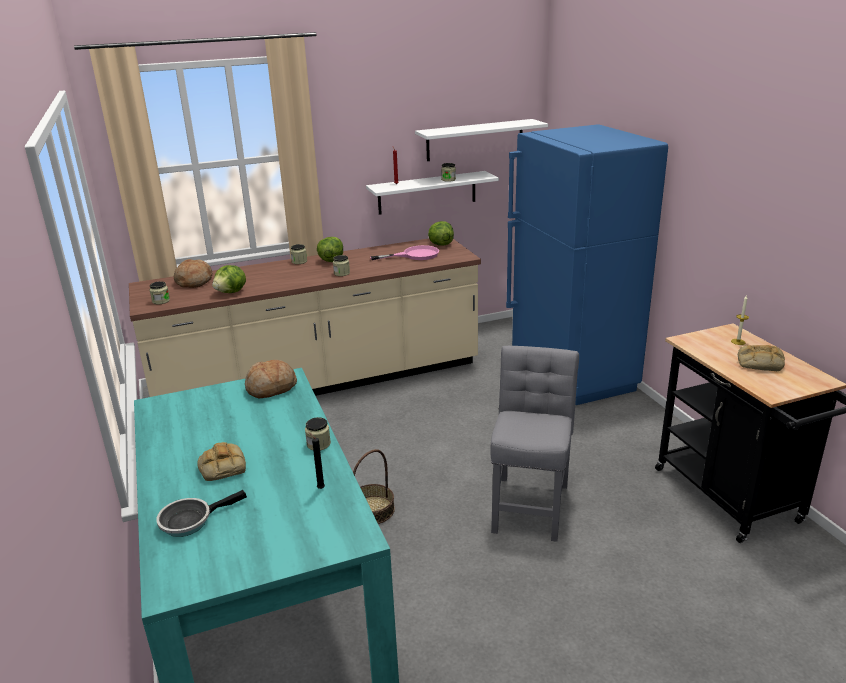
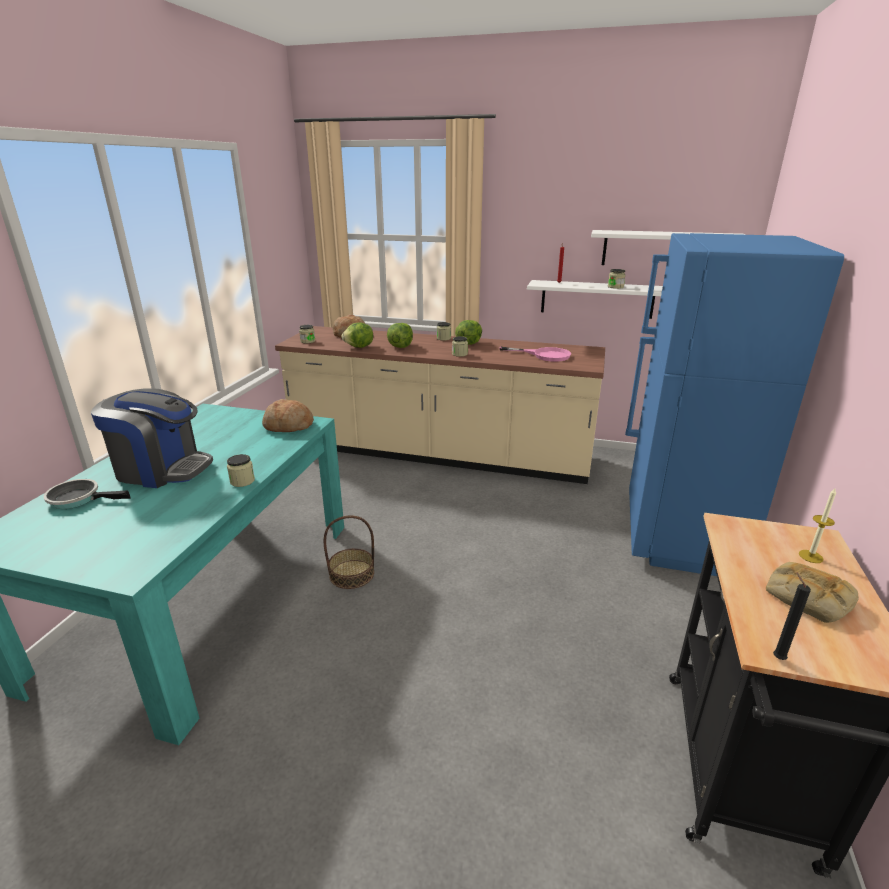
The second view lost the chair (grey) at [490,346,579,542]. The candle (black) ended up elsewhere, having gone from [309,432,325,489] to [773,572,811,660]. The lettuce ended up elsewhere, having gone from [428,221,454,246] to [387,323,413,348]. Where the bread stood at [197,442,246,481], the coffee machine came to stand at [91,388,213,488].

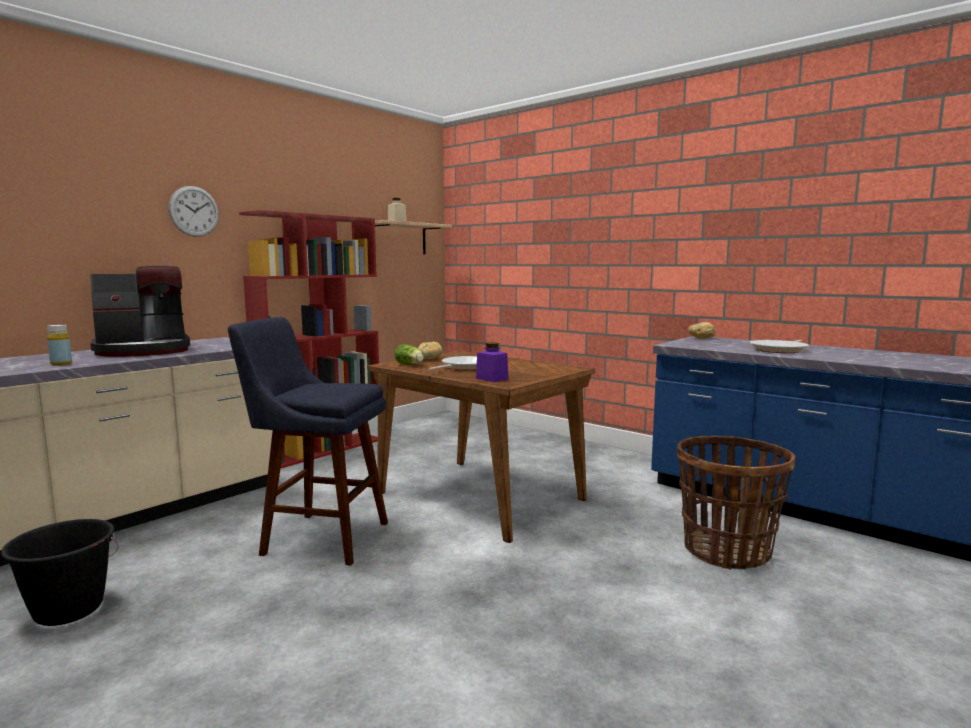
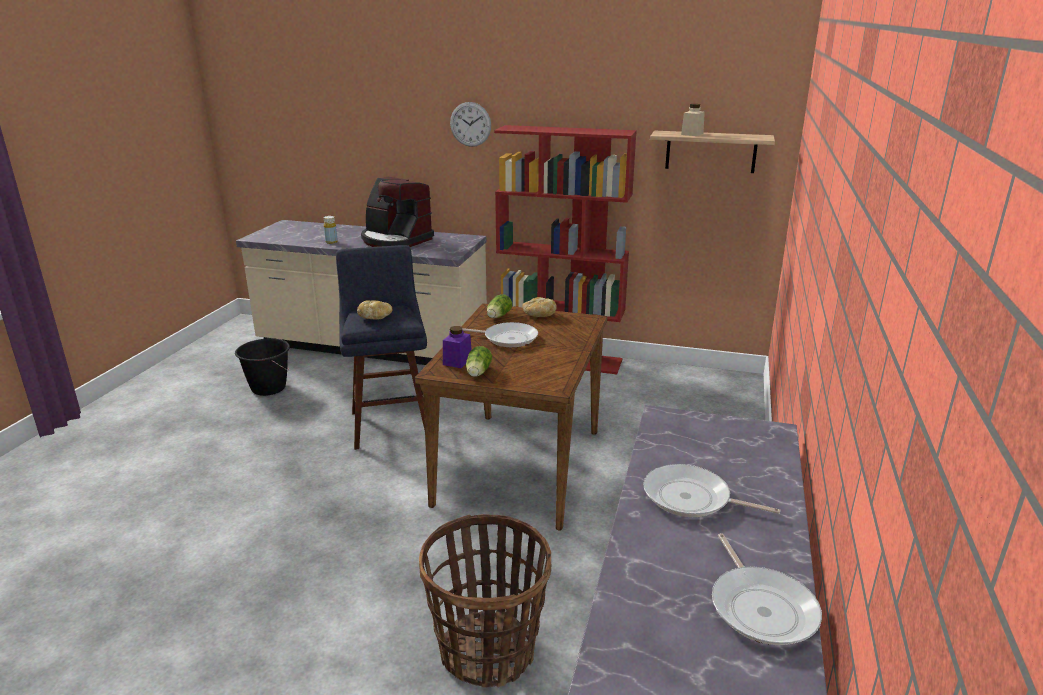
The second view gained the lettuce at [466,346,492,377]. The second view gained the frying pan at [712,533,822,645]. The bread ended up elsewhere, having gone from [688,322,716,339] to [357,300,392,320].

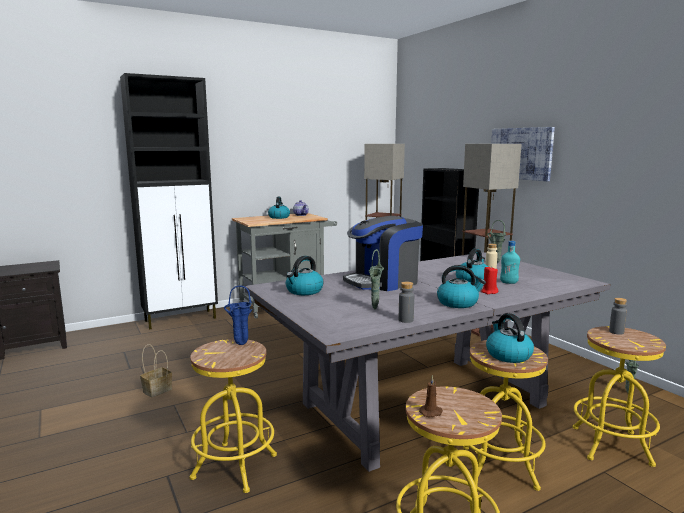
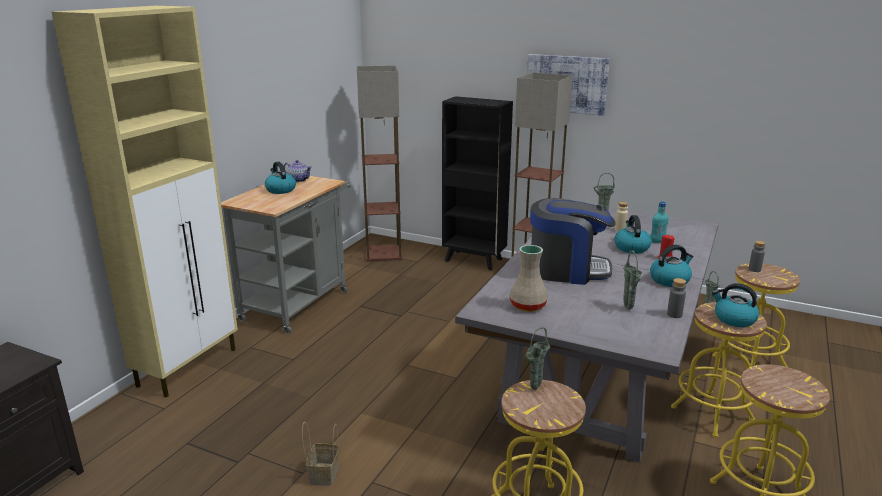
The second view lost the candle (brown) at [419,375,443,417]. Where the kettle stood at [286,256,323,295], the vase (beige) came to stand at [509,245,548,312]. What was the cabinet (black) at [120,73,218,330] turned into the cabinet (beige) at [52,6,238,397]. What was the vase (blue) at [224,286,252,345] turned into the vase (green) at [525,327,550,390]. The coffee machine at [343,216,423,291] ended up facing another way, 105 degrees counterclockwise from before.

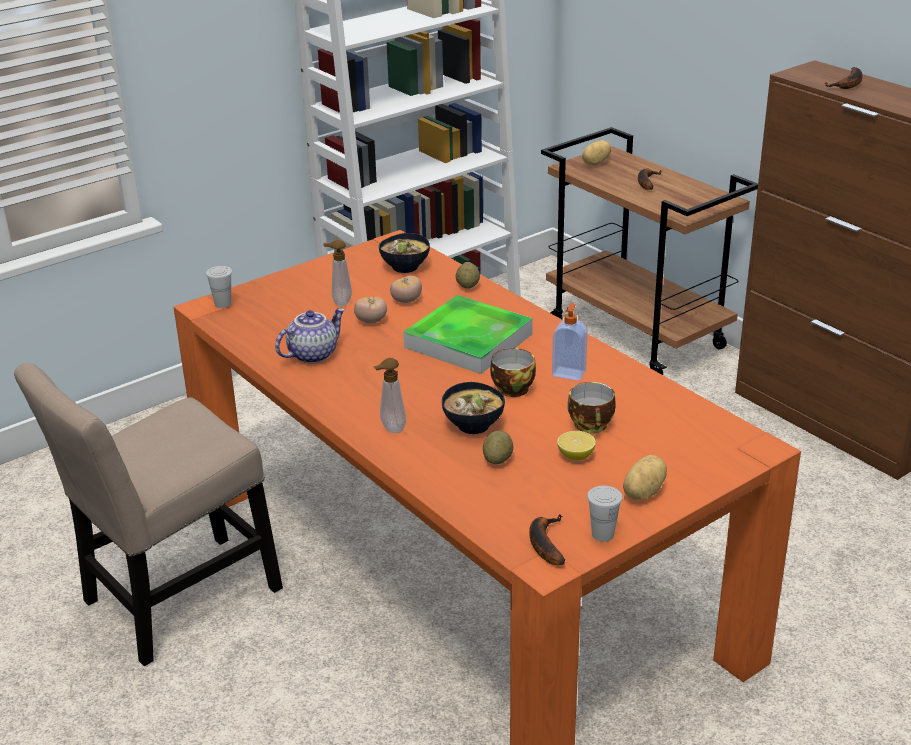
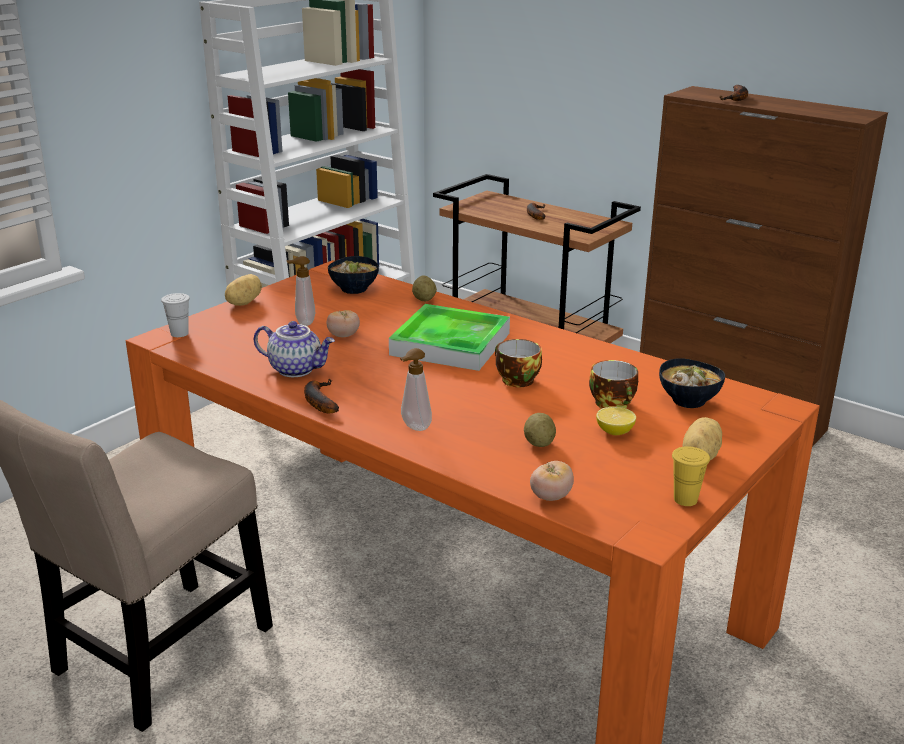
The second view lost the soap dispenser at [552,303,588,381]. The tomato ended up elsewhere, having gone from [390,276,422,303] to [530,461,574,501]. The bowl ended up elsewhere, having gone from [442,382,505,434] to [659,358,725,408]. The banana ended up elsewhere, having gone from [529,514,565,565] to [304,379,339,413]. The potato ended up elsewhere, having gone from [582,140,611,165] to [225,274,262,306]. What was the cup (white) at [587,486,623,542] turned into the cup (yellow) at [672,446,710,506]. The teapot at [275,308,345,363] ended up facing another way, 75 degrees clockwise from before.

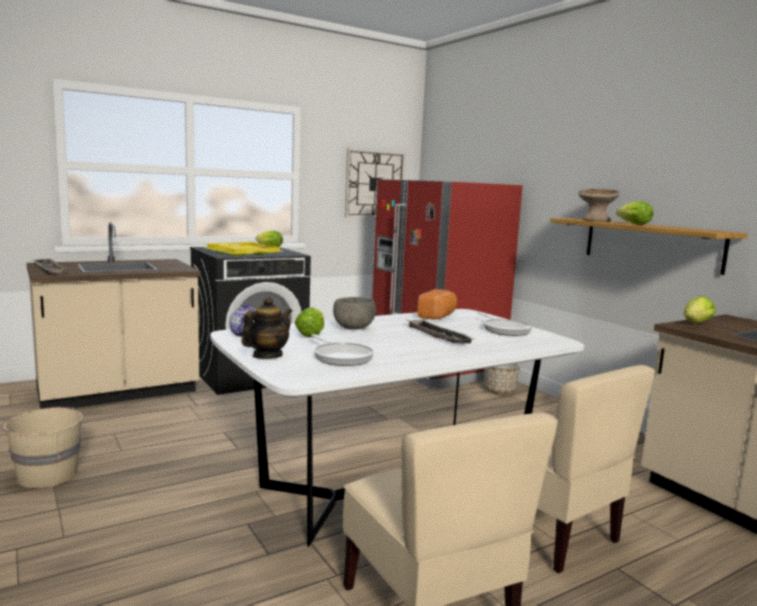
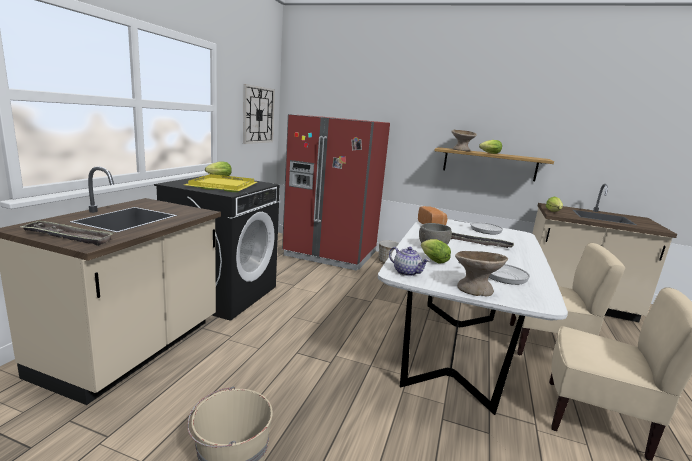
Where the teapot stood at [241,297,292,359], the bowl (beige) came to stand at [455,251,508,297].

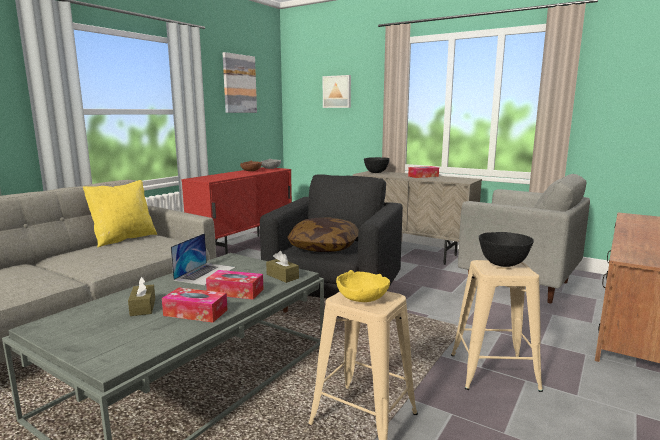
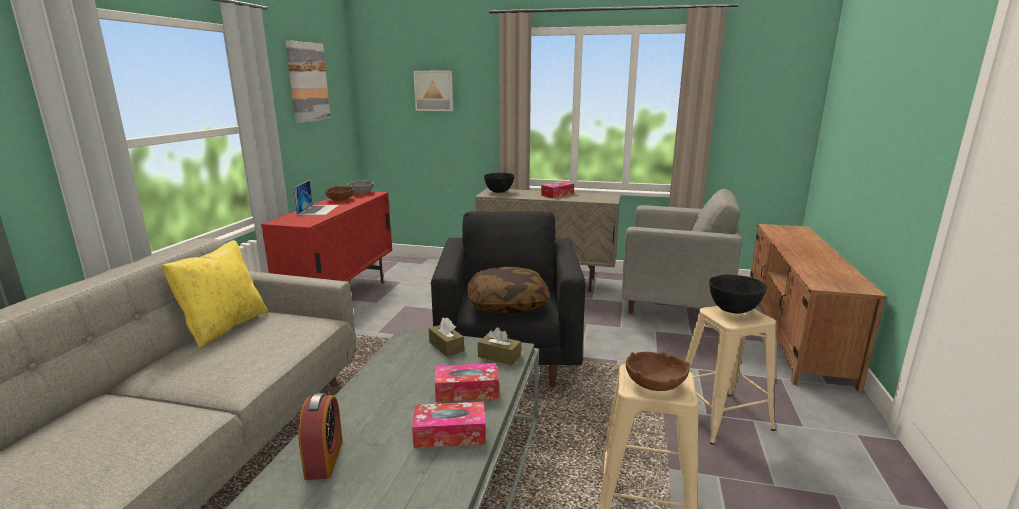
The second view gained the alarm clock at [298,393,343,480]. The tissue box (brown) ended up elsewhere, having gone from [128,277,155,316] to [429,317,464,357]. The laptop ended up elsewhere, having gone from [171,233,236,285] to [293,180,339,215]. What was the bowl (yellow) at [336,270,390,302] turned into the bowl (brown) at [626,352,690,391].

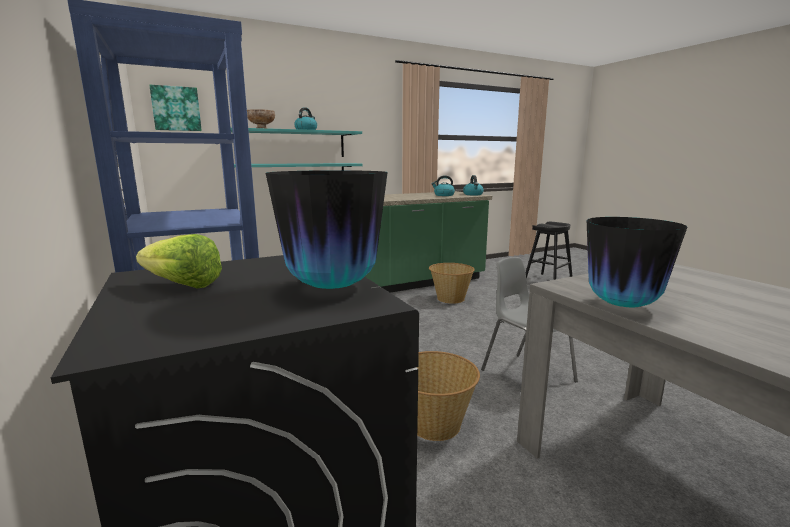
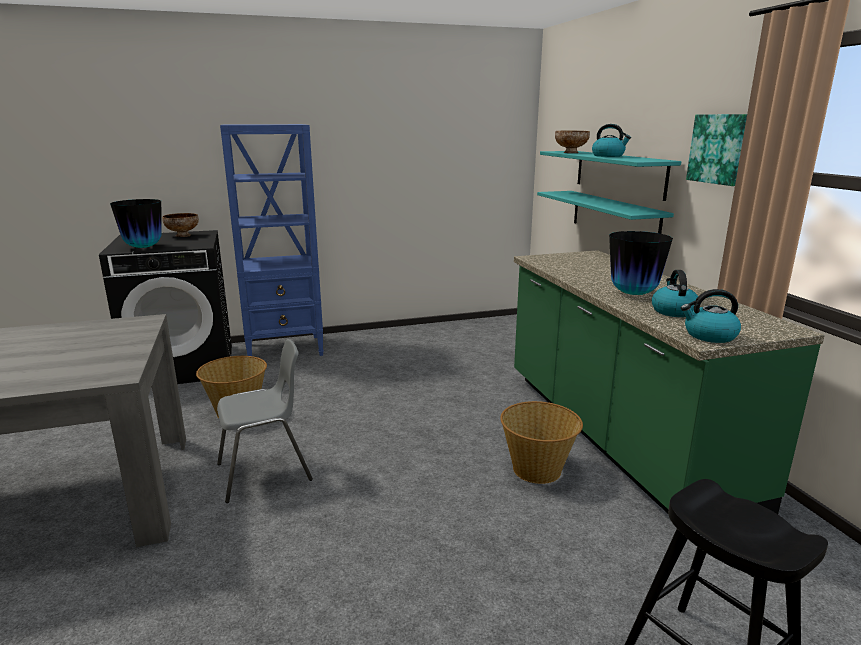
The picture ended up elsewhere, having gone from [149,85,202,131] to [686,114,747,186]. The vase ended up elsewhere, having gone from [587,217,687,307] to [609,231,673,295]. Where the lettuce stood at [136,234,222,288], the bowl came to stand at [162,213,199,237].

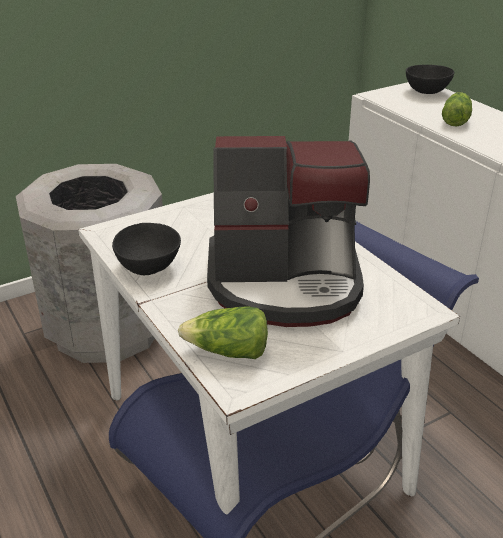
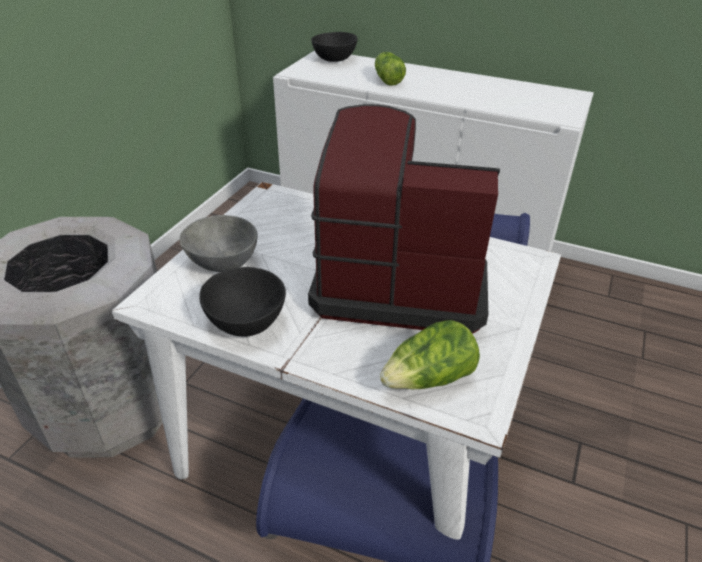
The second view gained the bowl (grey) at [180,215,258,272]. The coffee machine at [207,136,370,327] ended up facing another way, 135 degrees counterclockwise from before.

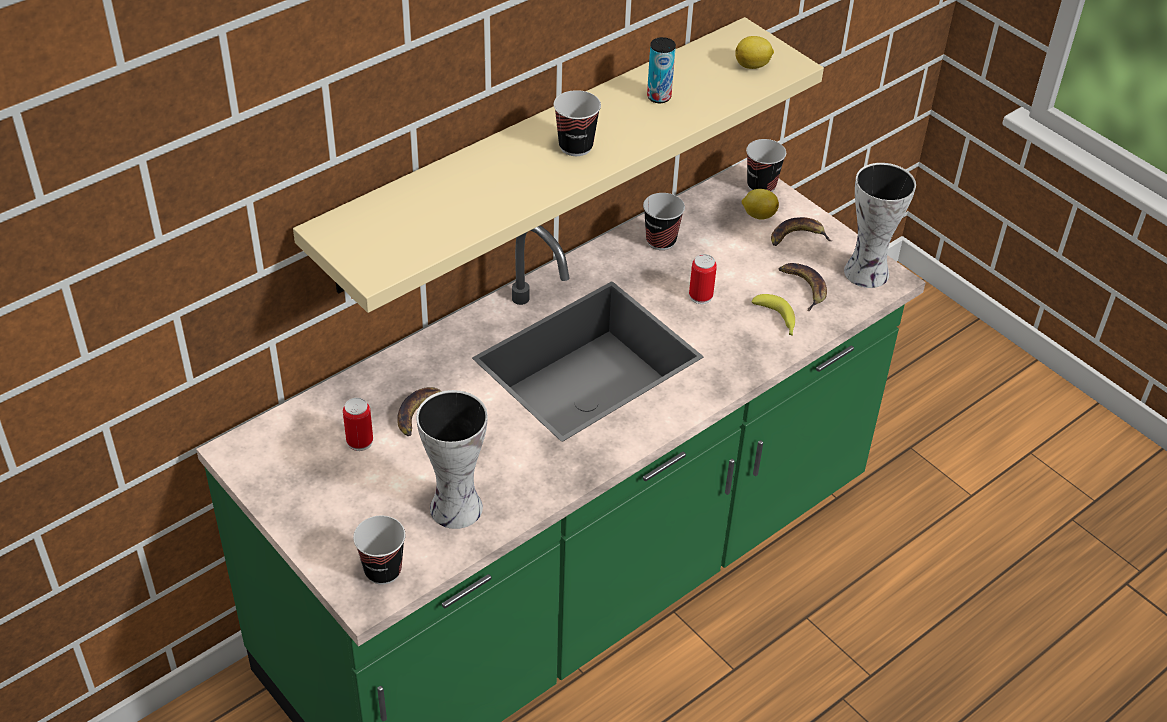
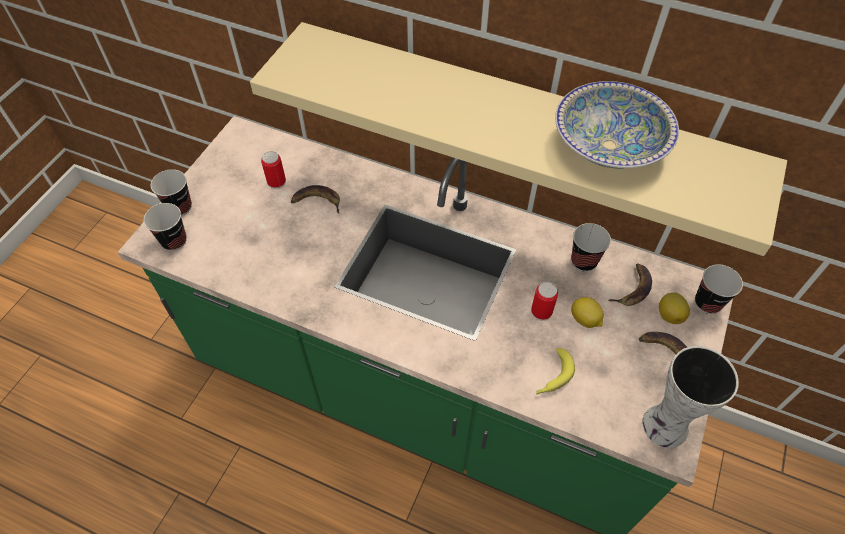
The second view lost the vase at [416,390,488,529]. The cup ended up elsewhere, having gone from [554,90,601,156] to [151,169,192,216]. The lemon ended up elsewhere, having gone from [735,36,774,69] to [571,297,604,328]. The banana ended up elsewhere, having gone from [778,263,827,311] to [609,264,652,306]. Where the can stood at [647,37,676,103], the bowl came to stand at [555,81,679,169].

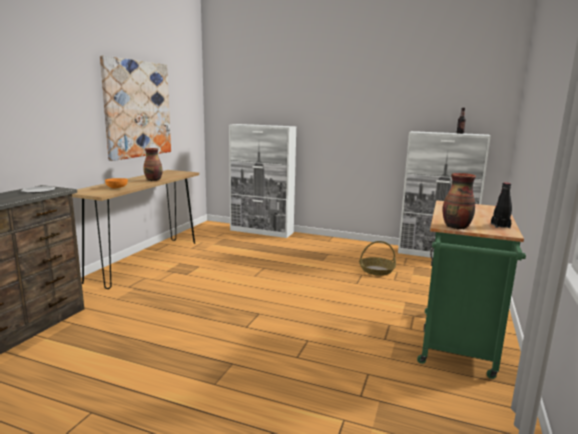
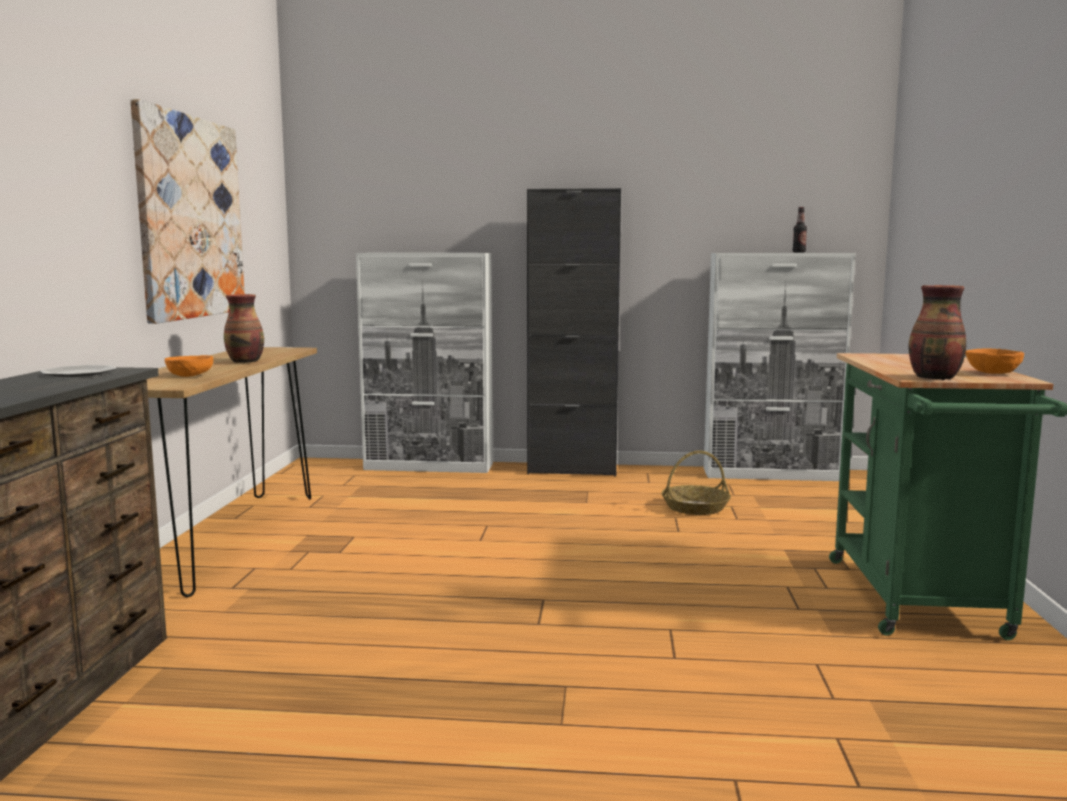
The second view gained the cabinet (black) at [527,188,621,476]. Where the bottle (black) stood at [491,183,512,228], the bowl (orange) came to stand at [966,348,1024,374].

